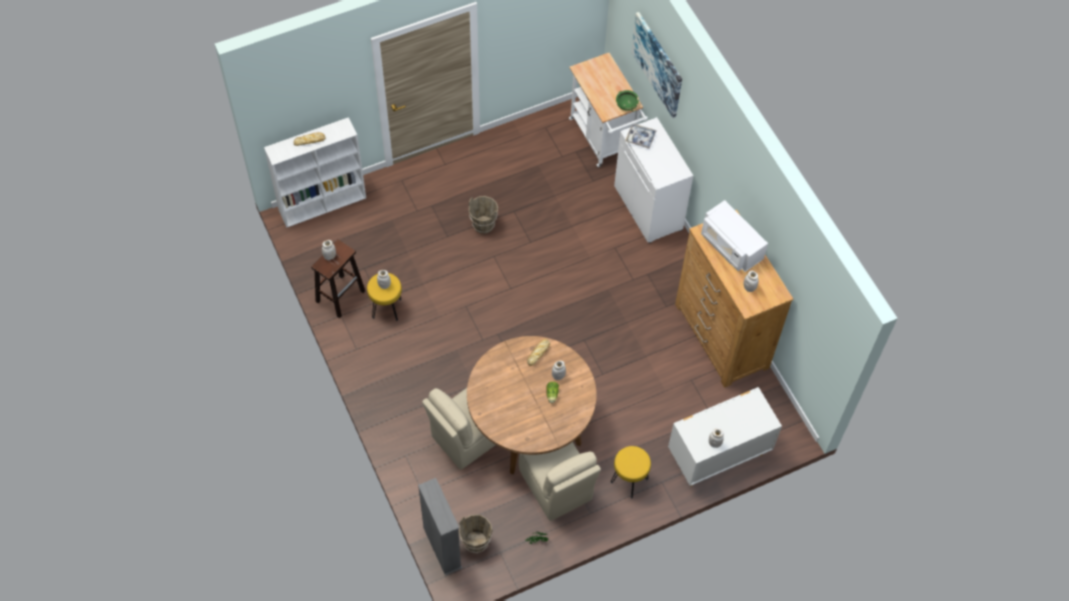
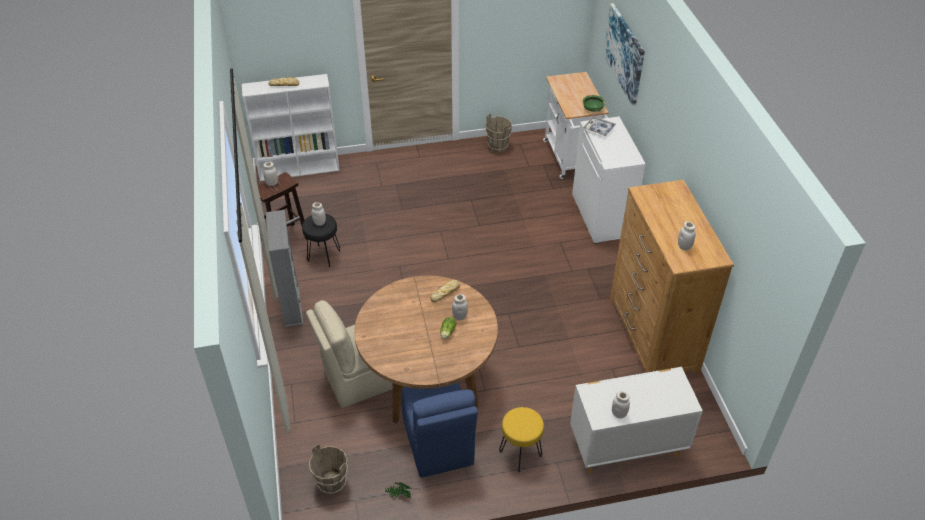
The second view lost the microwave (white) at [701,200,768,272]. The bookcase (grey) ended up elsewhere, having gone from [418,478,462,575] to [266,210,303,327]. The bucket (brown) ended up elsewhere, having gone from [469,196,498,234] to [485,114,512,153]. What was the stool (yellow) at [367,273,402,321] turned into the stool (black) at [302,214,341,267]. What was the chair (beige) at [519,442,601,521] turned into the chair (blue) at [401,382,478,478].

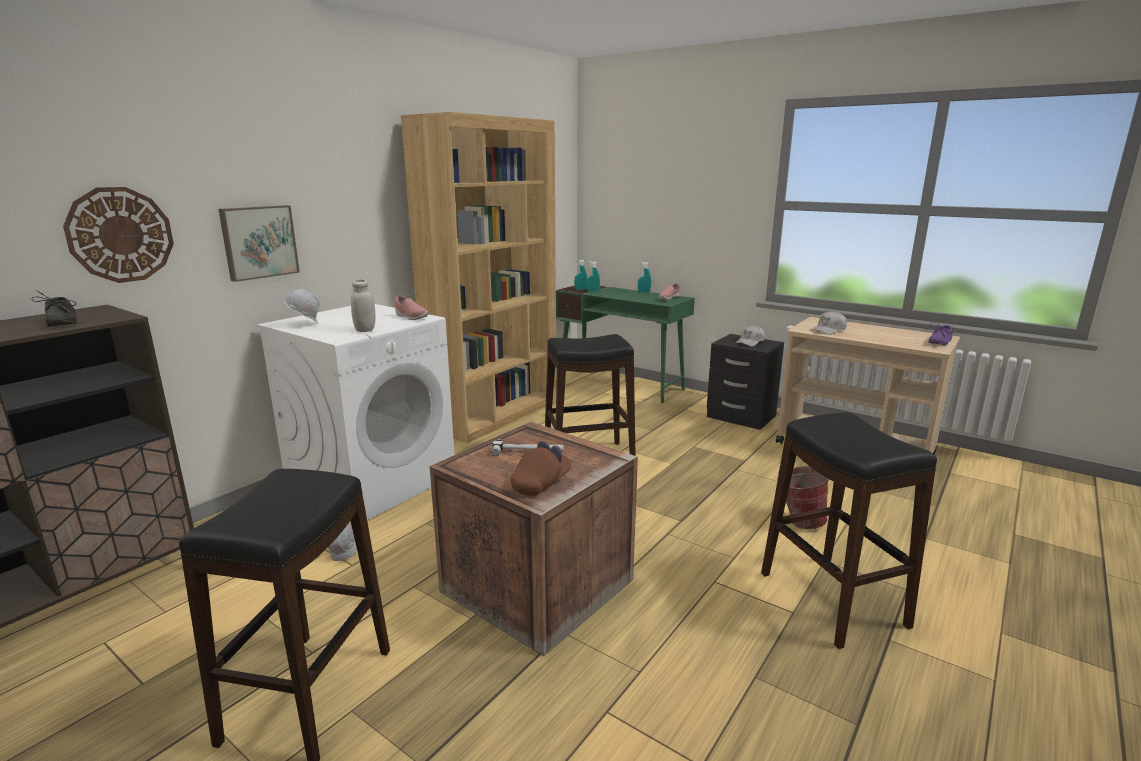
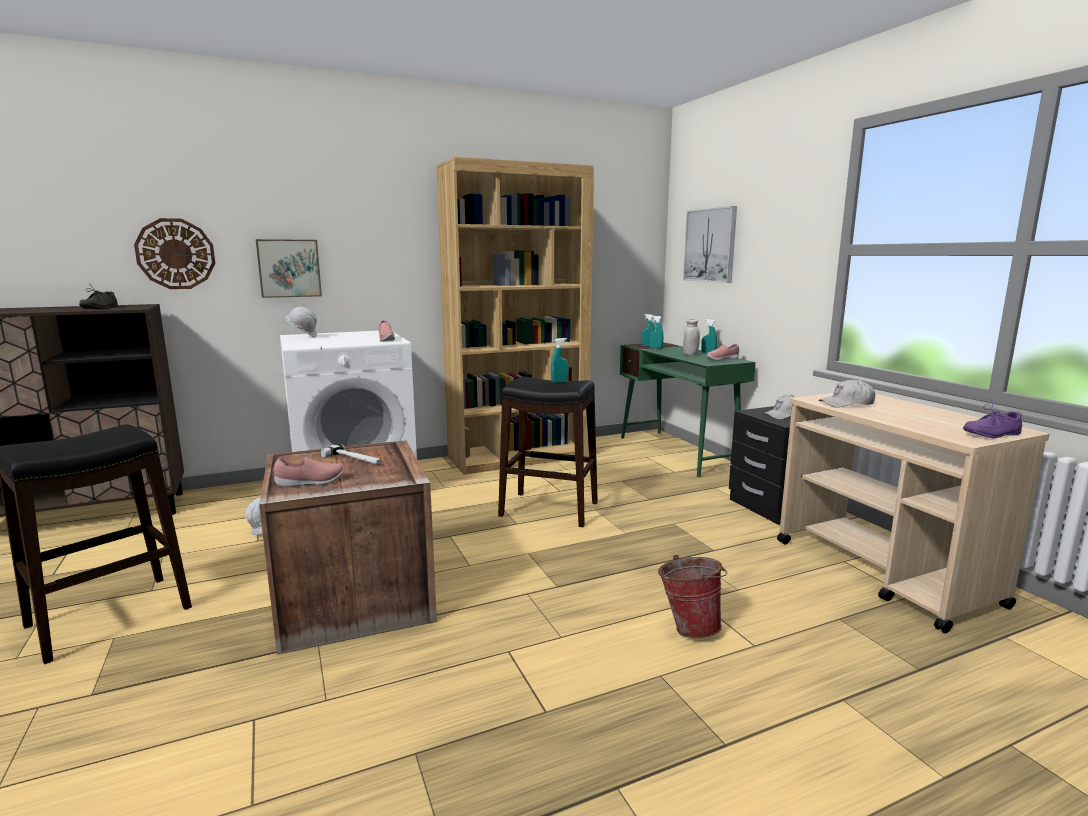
The second view lost the stool (black) at [761,412,937,649]. The second view gained the spray bottle (turquoise) at [551,338,569,383]. The second view gained the picture at [683,206,737,283]. The jar (white) ended up elsewhere, having gone from [351,279,376,332] to [683,319,700,355]. Where the cap (brown) stood at [510,441,571,496], the shoe (pink) came to stand at [274,457,344,487].

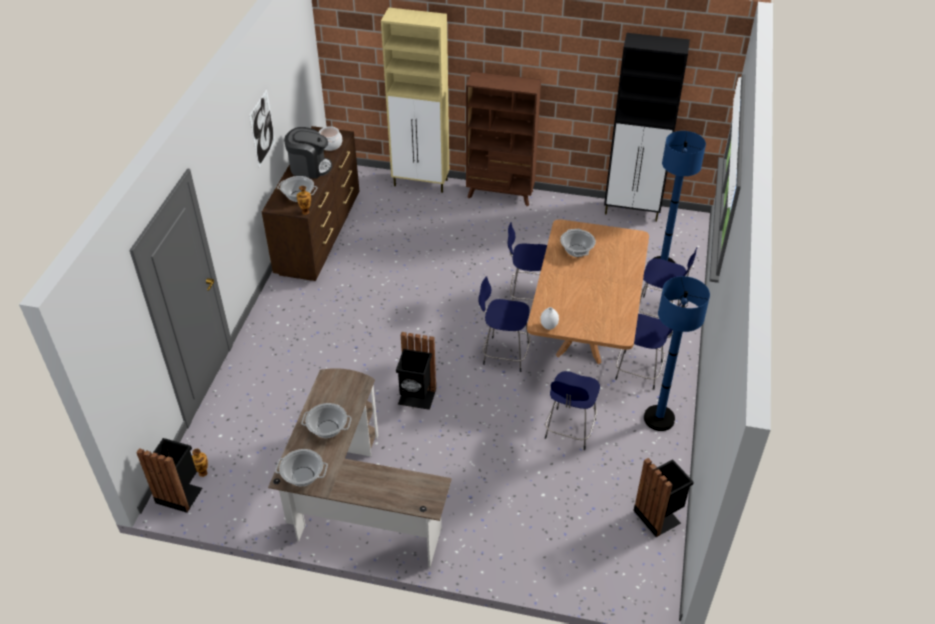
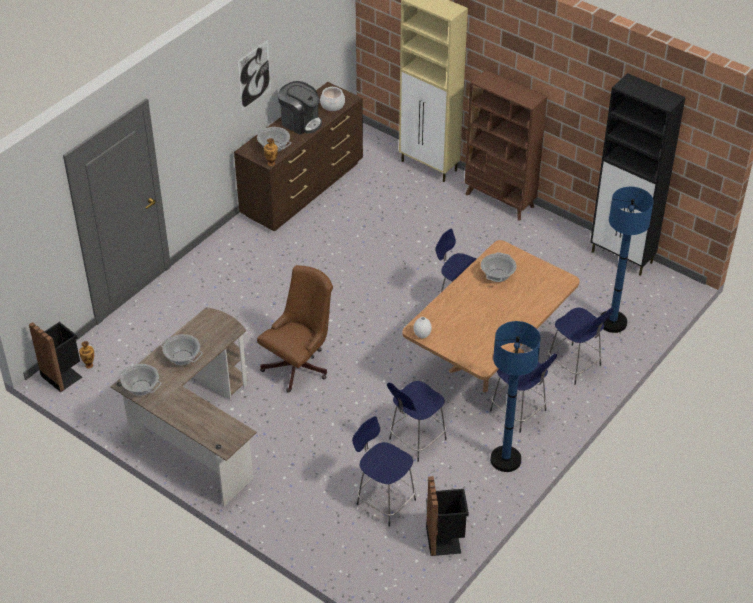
The stool (blue) ended up elsewhere, having gone from [478,276,531,372] to [352,416,416,527]. Where the trash can (black) stood at [396,332,436,410], the office chair (brown) came to stand at [257,265,333,393].

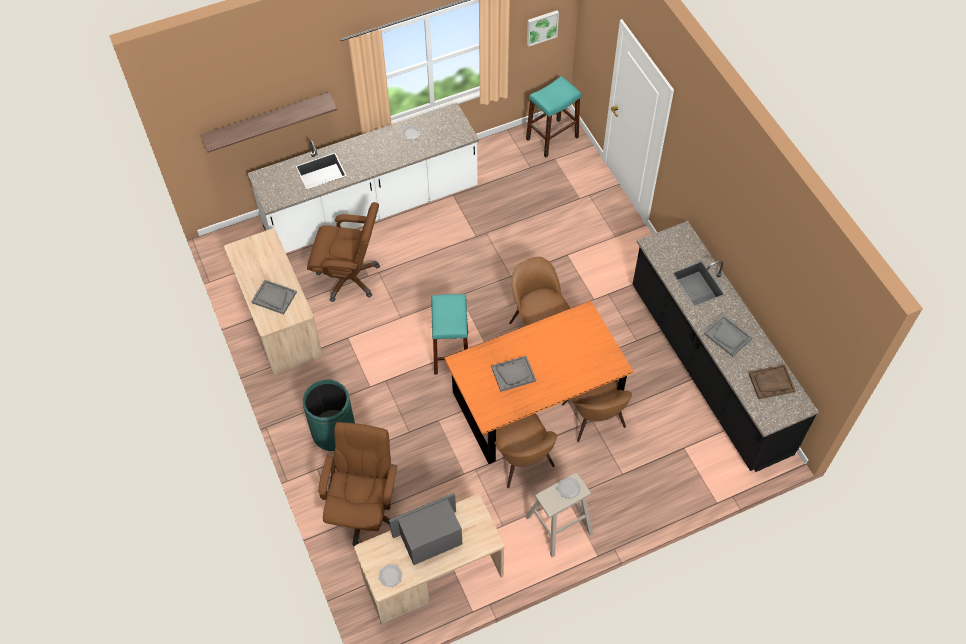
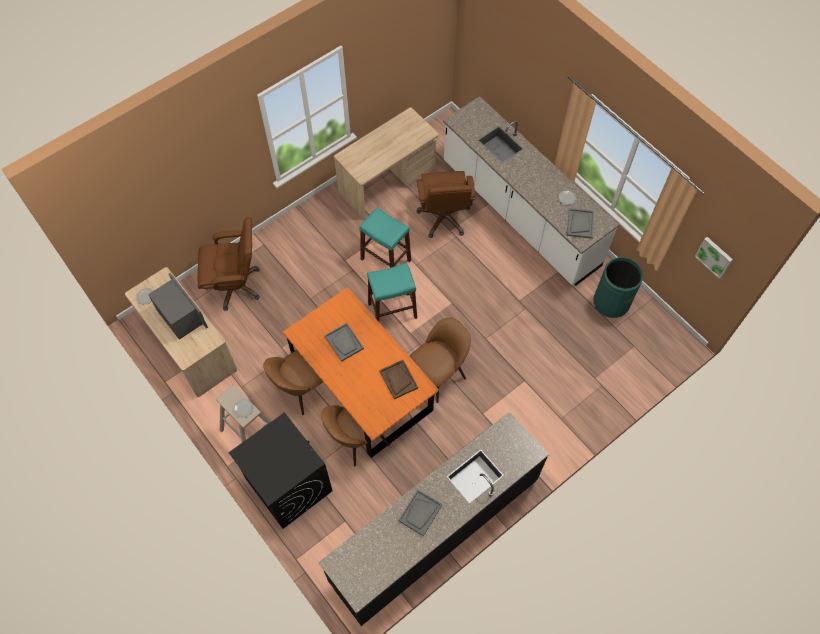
The second view lost the shelf at [200,93,338,153]. The second view gained the washing machine (black) at [228,413,333,529]. The tray (grey) ended up elsewhere, having gone from [251,280,297,314] to [567,208,594,239]. The trash can (green) ended up elsewhere, having gone from [302,380,355,451] to [593,257,643,318]. The stool (turquoise) ended up elsewhere, having gone from [526,76,581,157] to [359,207,411,268]. The tray (brown) ended up elsewhere, having gone from [748,365,796,399] to [379,360,418,399].

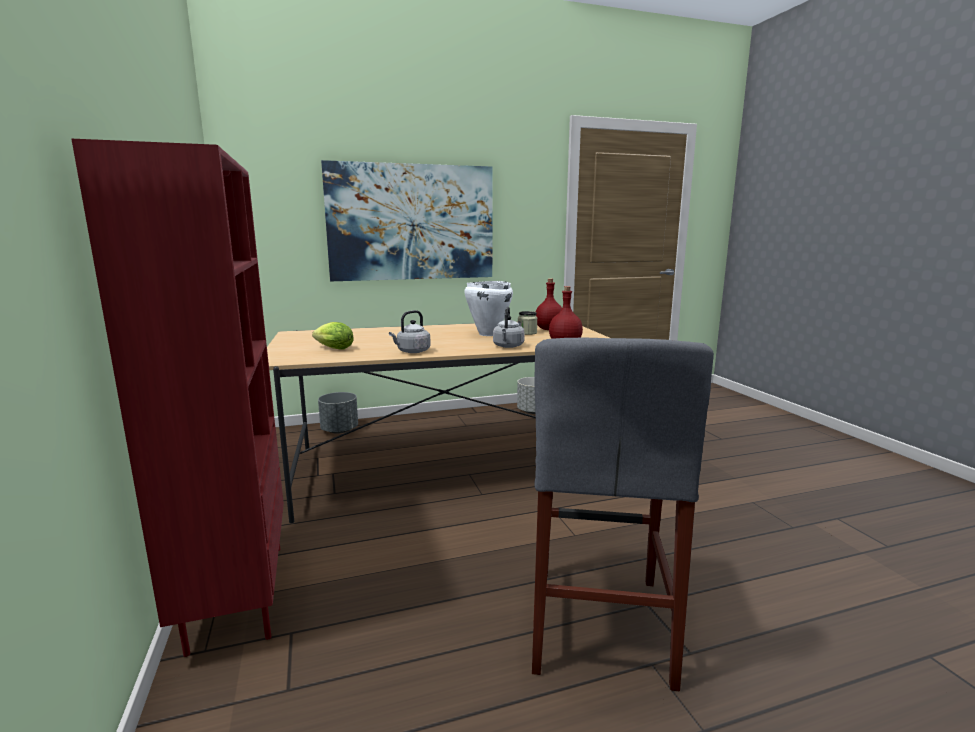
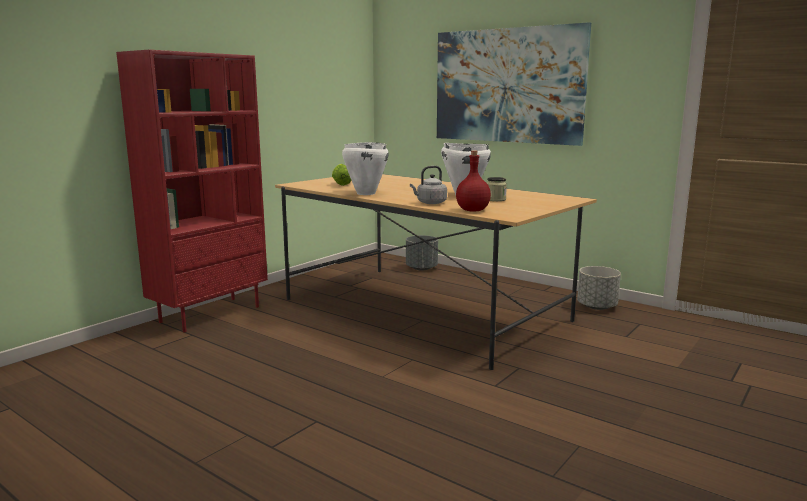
The second view lost the stool (grey) at [532,338,714,691]. The second view lost the bottle (red) at [536,278,562,330]. Where the kettle (grey) stood at [389,310,431,353], the cooking pot (white) came to stand at [342,142,389,195].

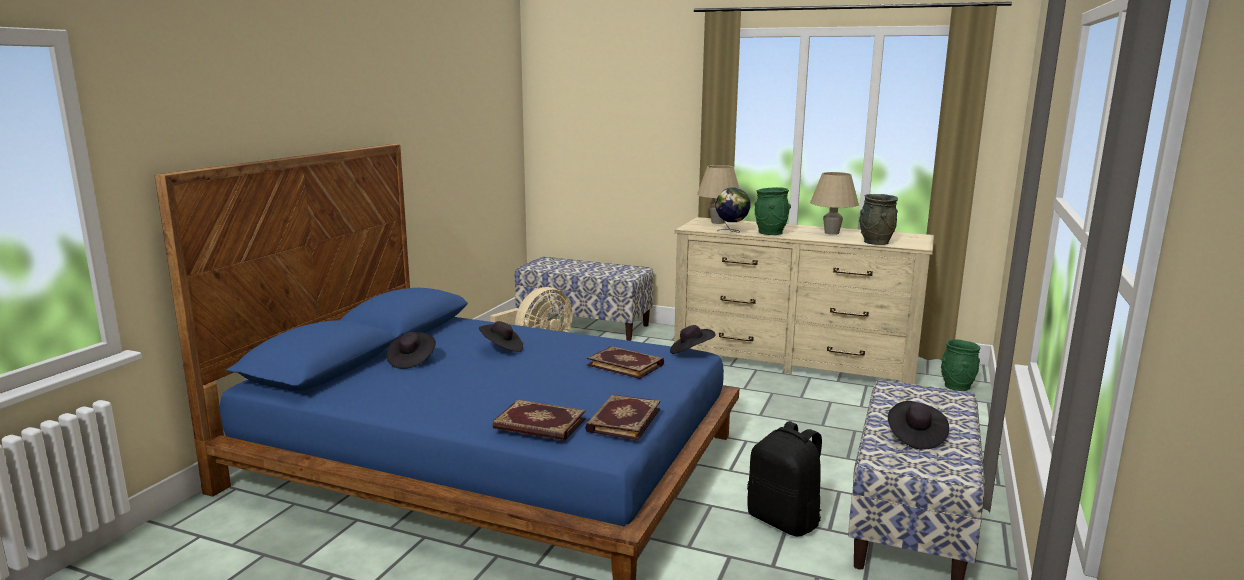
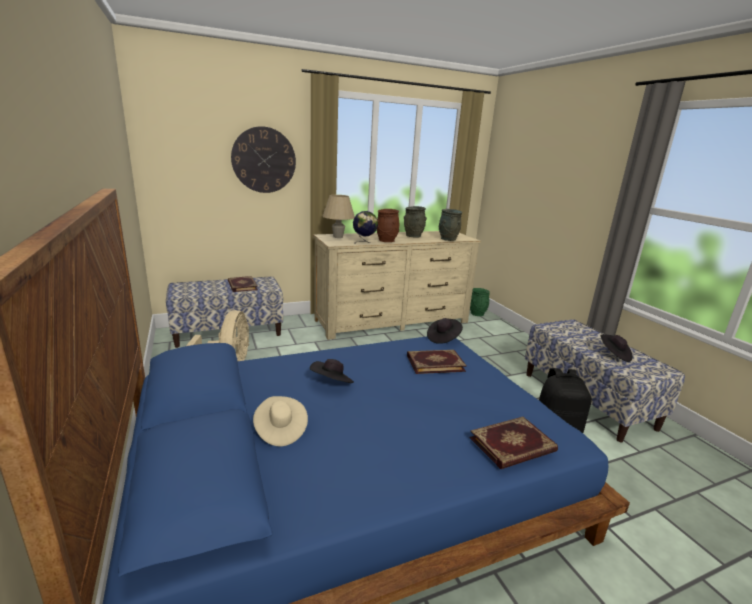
The second view gained the wall clock at [231,126,296,193]. The book ended up elsewhere, having gone from [585,394,660,440] to [228,276,258,292]. Where the table lamp (beige) stood at [810,172,859,235], the vase (grey) came to stand at [404,206,427,238]. What was the hat (black) at [387,332,436,369] turned into the hat (beige) at [253,396,308,446]. What was the vase (green) at [755,187,791,235] turned into the vase (brown) at [377,209,399,242].

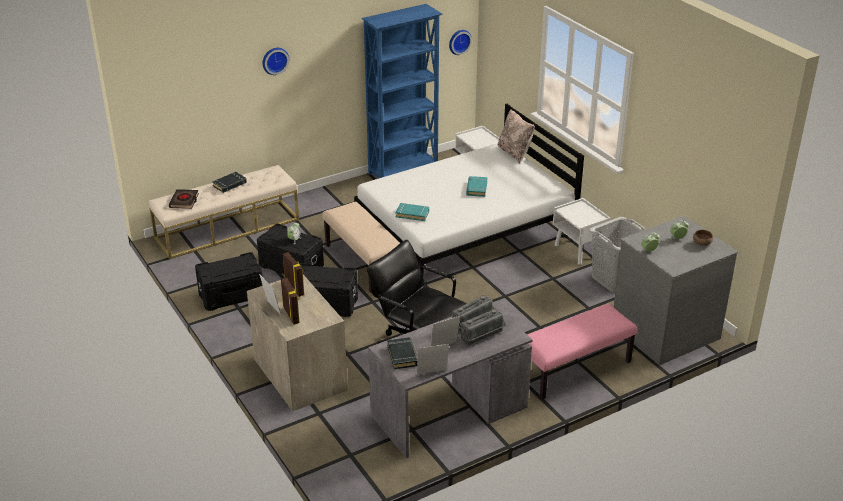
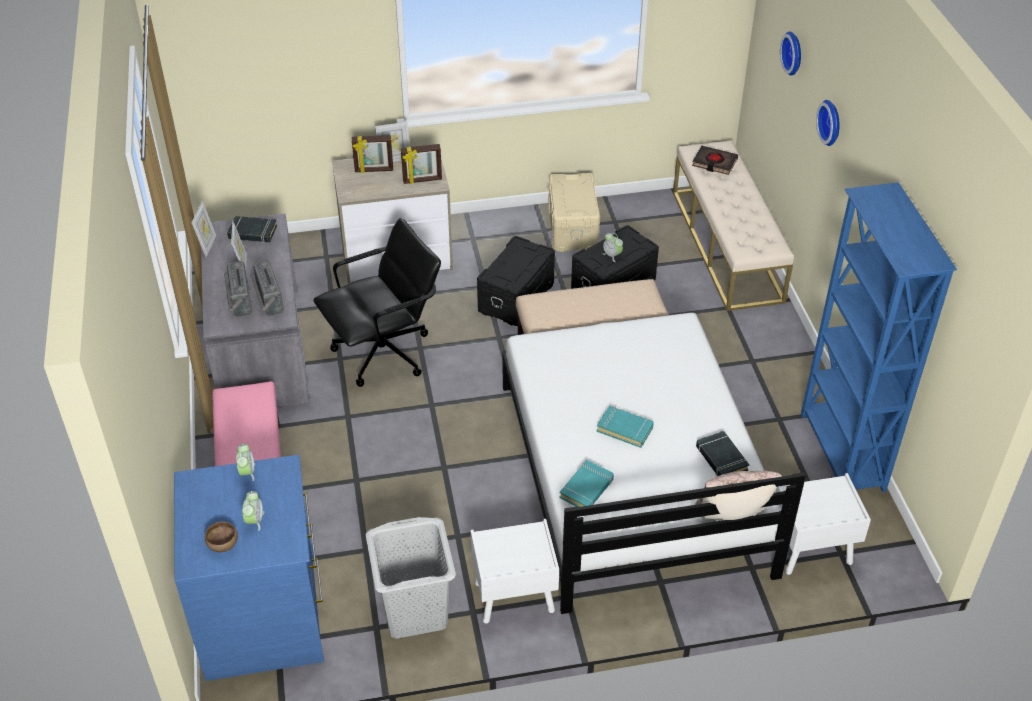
The book (black) ended up elsewhere, having gone from [212,172,247,193] to [696,431,749,476]. The book (turquoise) ended up elsewhere, having gone from [395,203,429,221] to [559,460,614,507]. The wall clock ended up elsewhere, having gone from [449,30,472,55] to [780,31,801,76]. What was the storage box (black) at [195,252,263,311] turned into the storage box (beige) at [548,173,600,252]. What was the dresser (grey) at [614,216,738,365] turned into the dresser (blue) at [174,455,324,681].

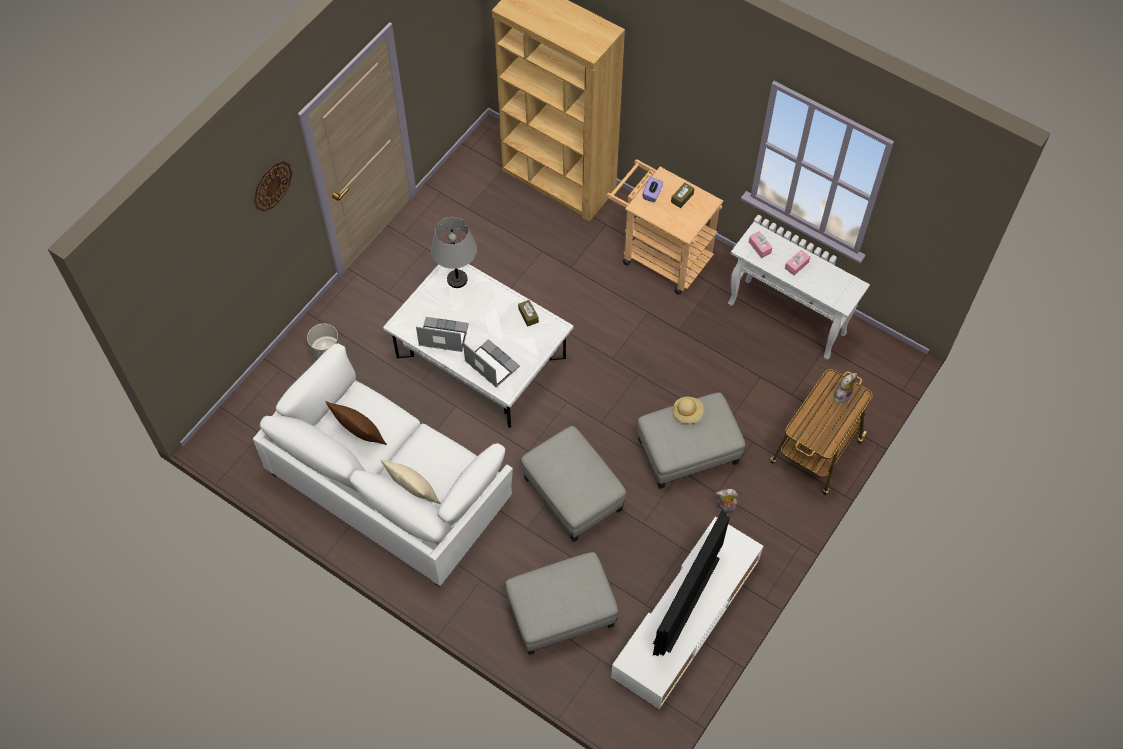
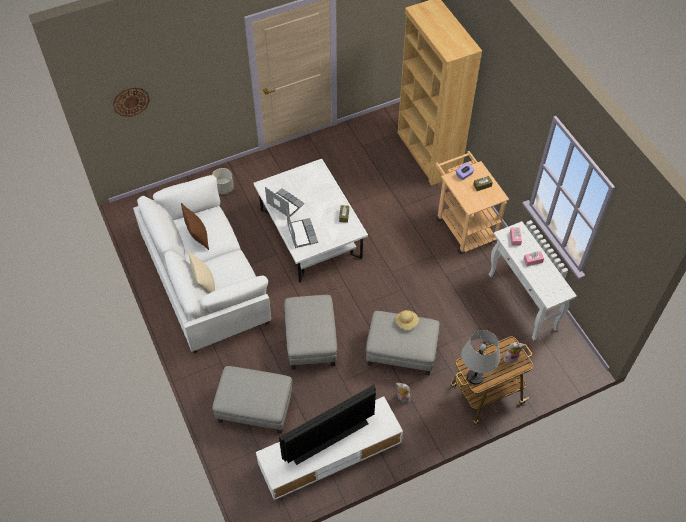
The wall clock ended up elsewhere, having gone from [254,161,292,212] to [113,87,150,117]. The table lamp (grey) ended up elsewhere, having gone from [431,217,477,288] to [461,330,500,385].

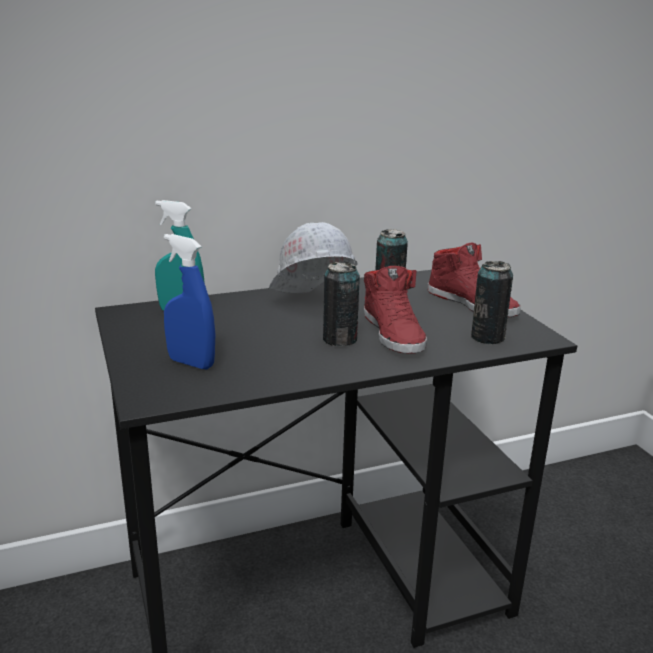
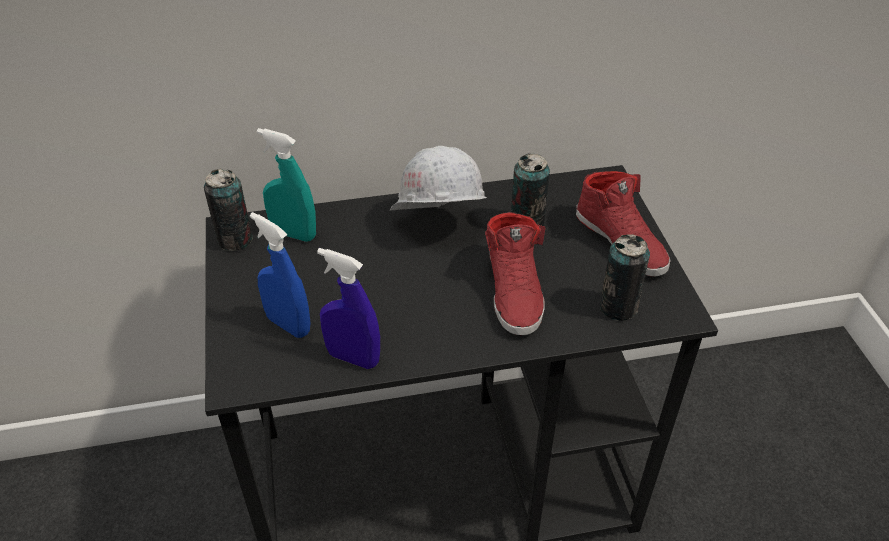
The second view gained the spray bottle (blue) at [317,248,380,369]. The can ended up elsewhere, having gone from [323,262,360,346] to [204,169,253,251].

